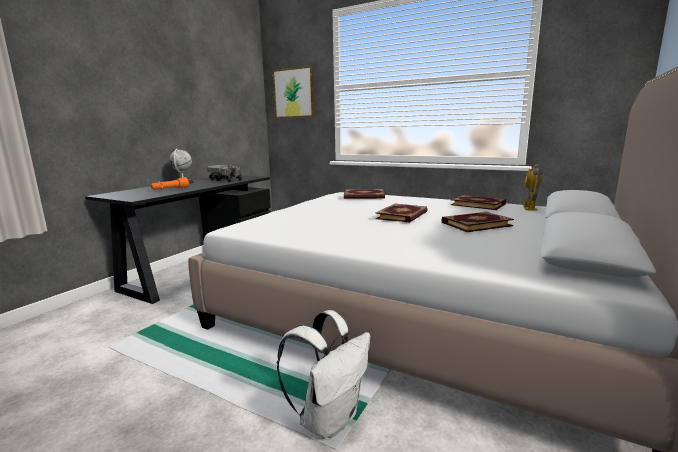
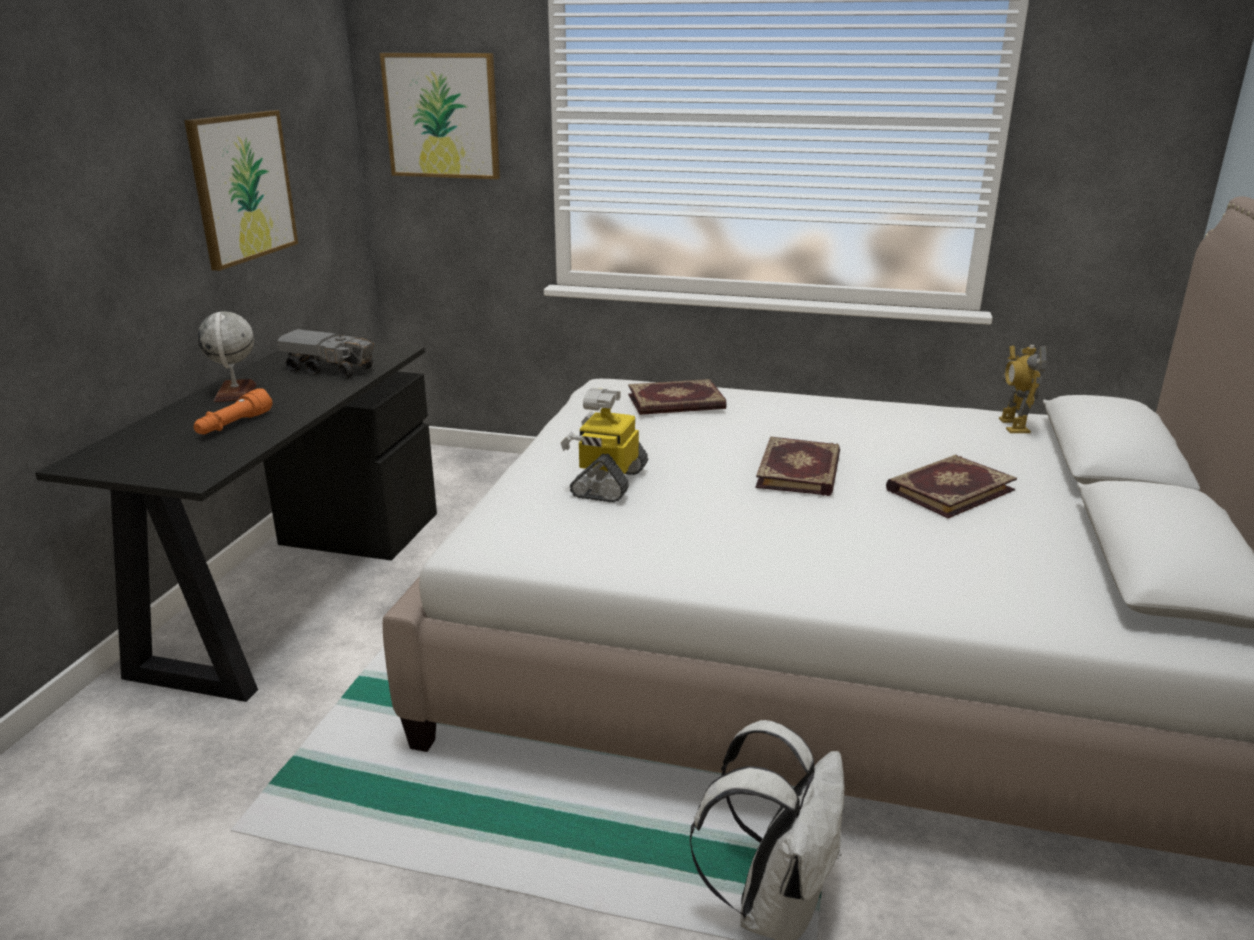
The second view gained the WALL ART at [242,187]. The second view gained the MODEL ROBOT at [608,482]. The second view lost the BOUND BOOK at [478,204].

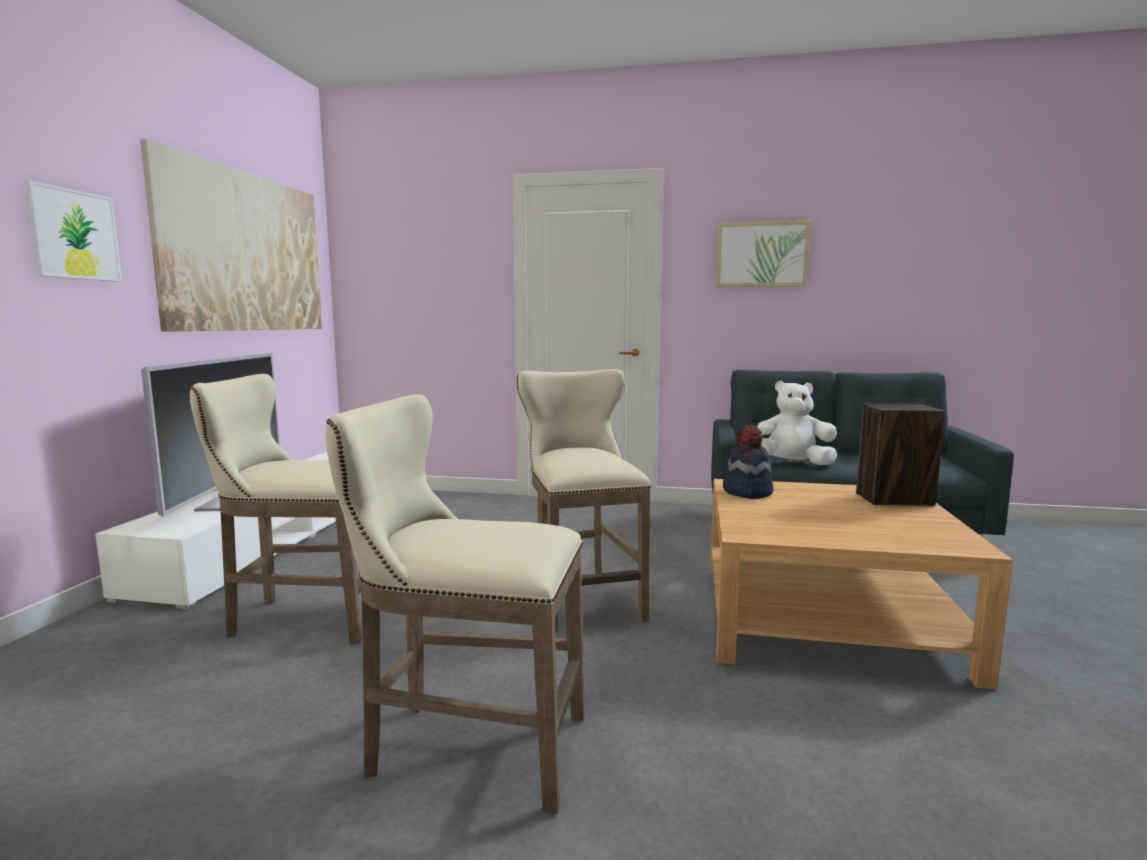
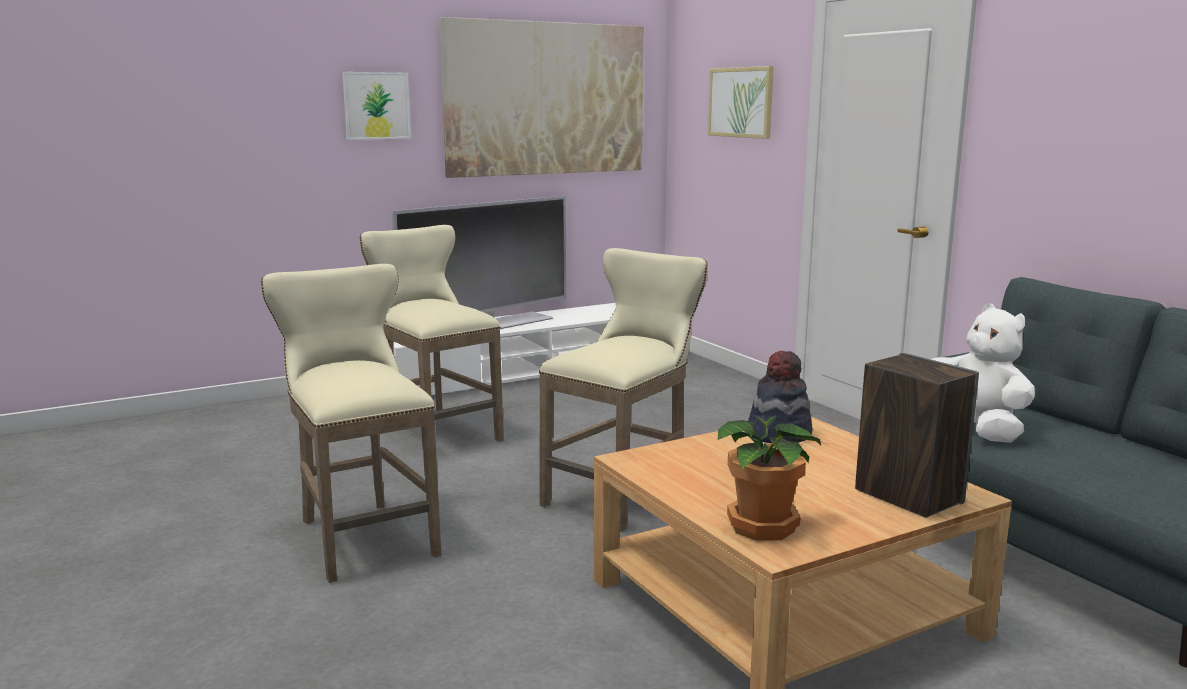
The WALL ART ended up elsewhere, having gone from [761,254] to [741,102]. The second view gained the PLANT IN A POT at [765,527].

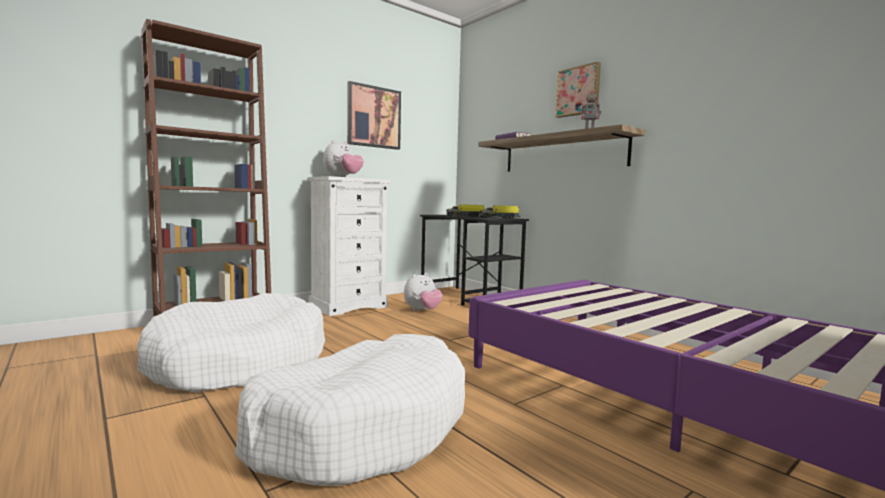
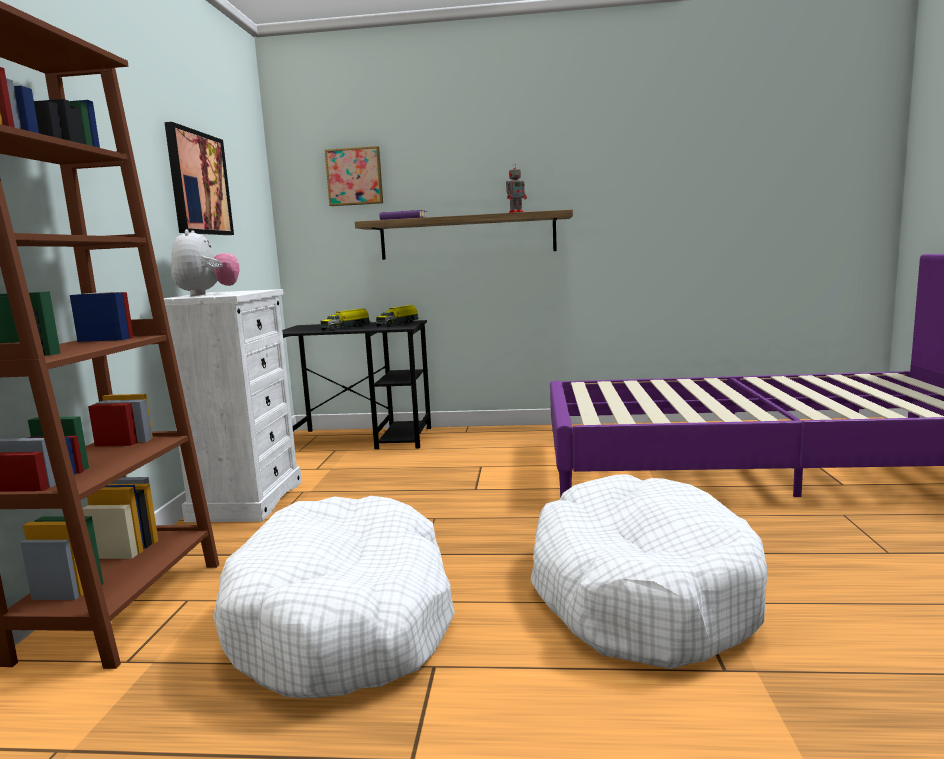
The WALL ART ended up elsewhere, having gone from [578,91] to [355,177]. The second view lost the SOFT TOY at [422,310].

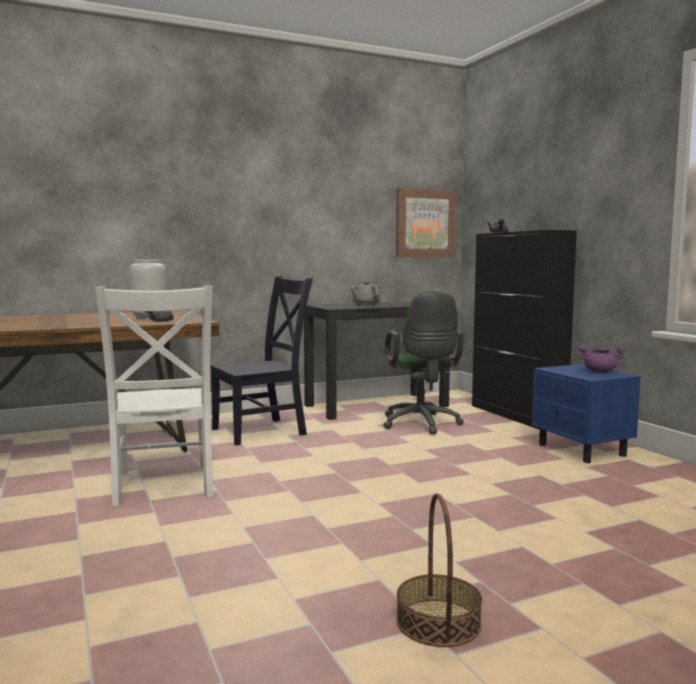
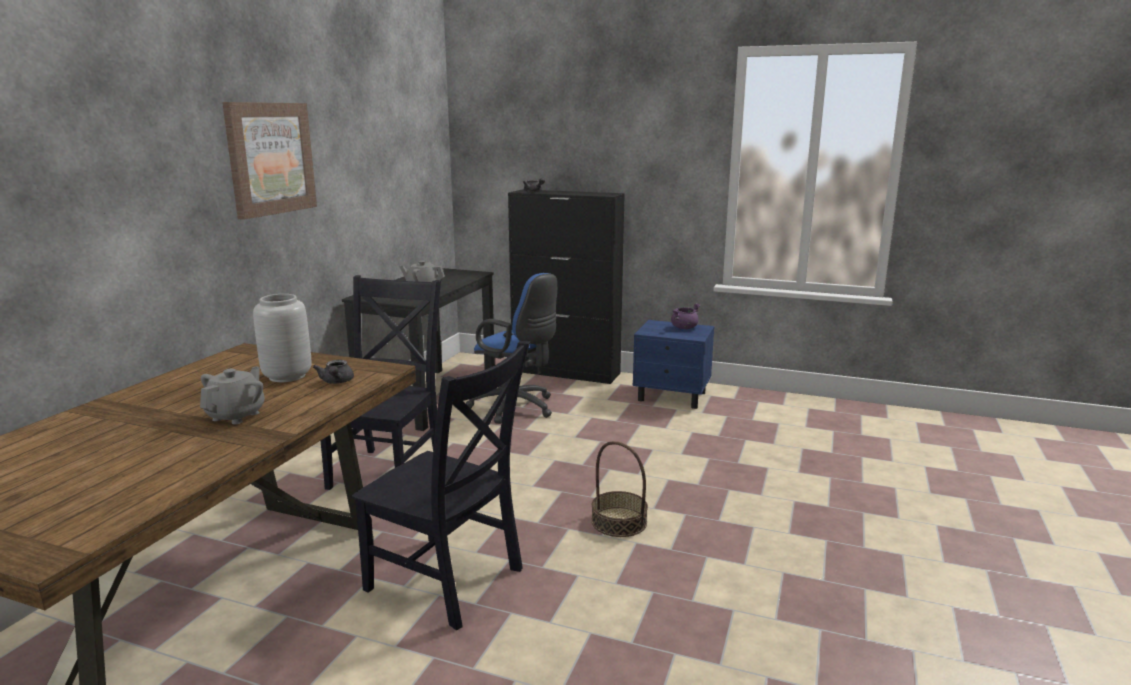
The second view gained the GREY TEA POT at [236,416]. The WALL ART ended up elsewhere, having gone from [425,224] to [270,158]. What was the WHITISH UPRIGHT CHAIR at [163,486] turned into the BLACKISH UPRIGHT CHAIR at [449,582]. What was the GREEN COMPUTER CHAIR at [421,424] turned into the BLUE-COLOURED COMPUTER CHAIR at [516,408]. The BASKET ended up elsewhere, having gone from [438,622] to [619,522].

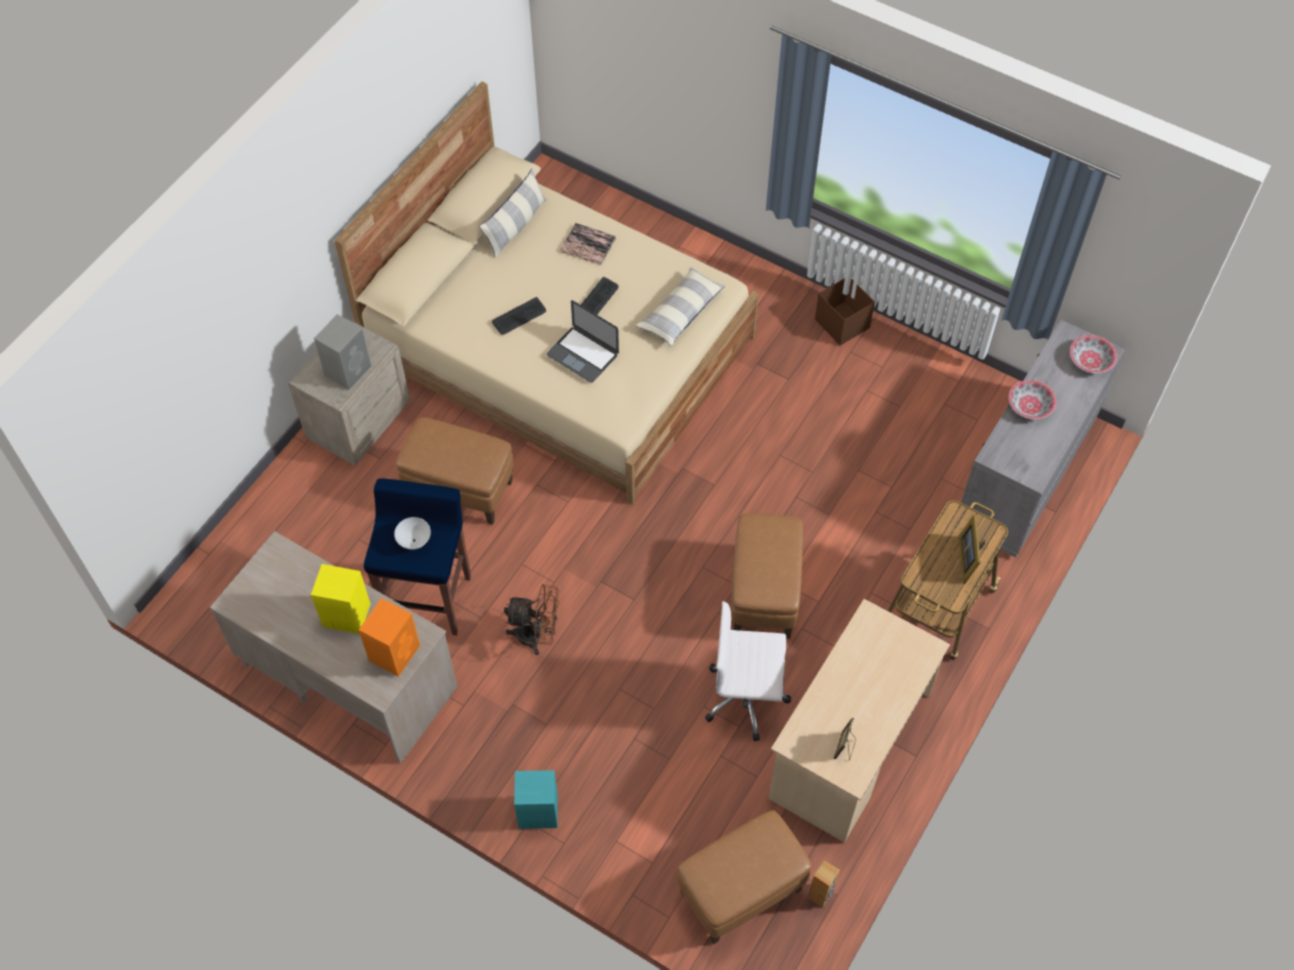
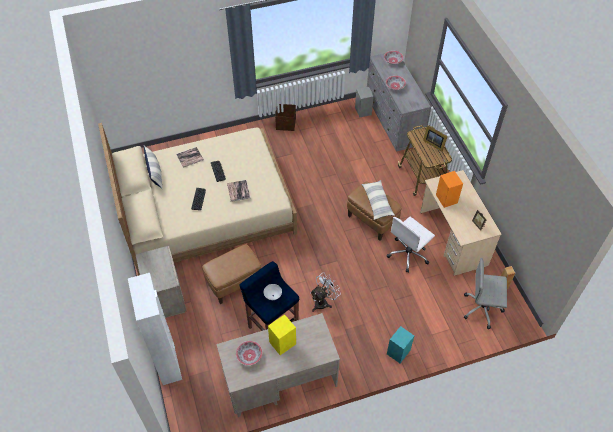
The second view gained the WHITISH CUPBOARD at [168,363]. Where the PORTABLE COMPUTER stood at [582,354], the BOUND BOOK came to stand at [238,191]. The second view gained the BOWL at [249,355]. What was the BROWN-COLOURED FAN at [537,636] turned into the WHITISH FAN at [323,302]. The GREY LOUDSPEAKER ended up elsewhere, having gone from [348,370] to [363,111]. The THROW PILLOW ended up elsewhere, having gone from [680,312] to [377,202]. The ORANGE-COLOURED LOUDSPEAKER ended up elsewhere, having gone from [395,652] to [446,198]. Where the BROWN-COLOURED FOOTREST stood at [741,891], the GREY COMPUTER CHAIR came to stand at [482,309].

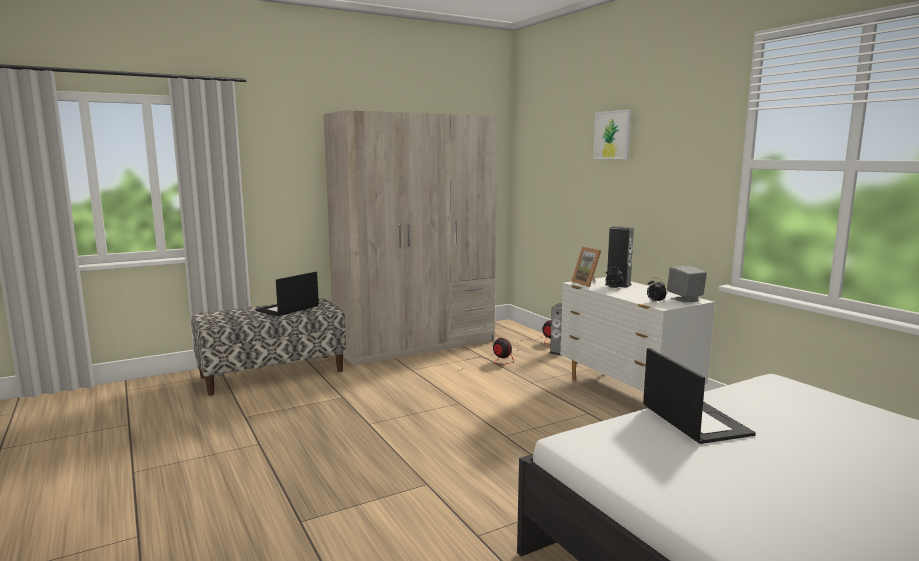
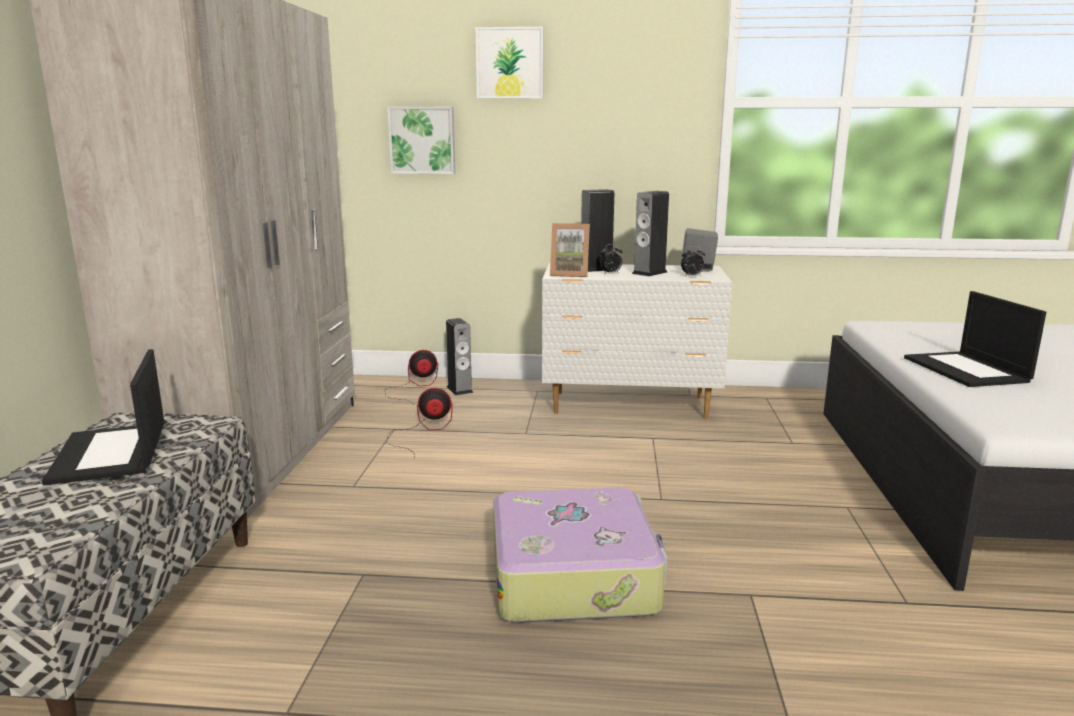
The second view gained the WALL ART at [422,140]. The second view gained the SUITCASE at [574,575]. The second view gained the LOUDSPEAKER at [649,273]. The PORTABLE COMPUTER at [693,420] ended up facing another way, 120 degrees counterclockwise from before.

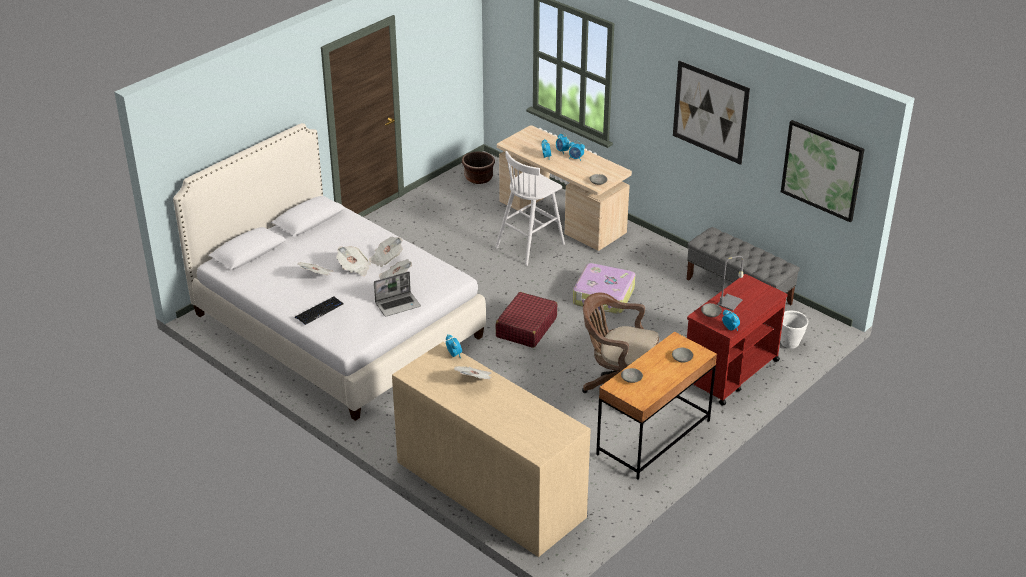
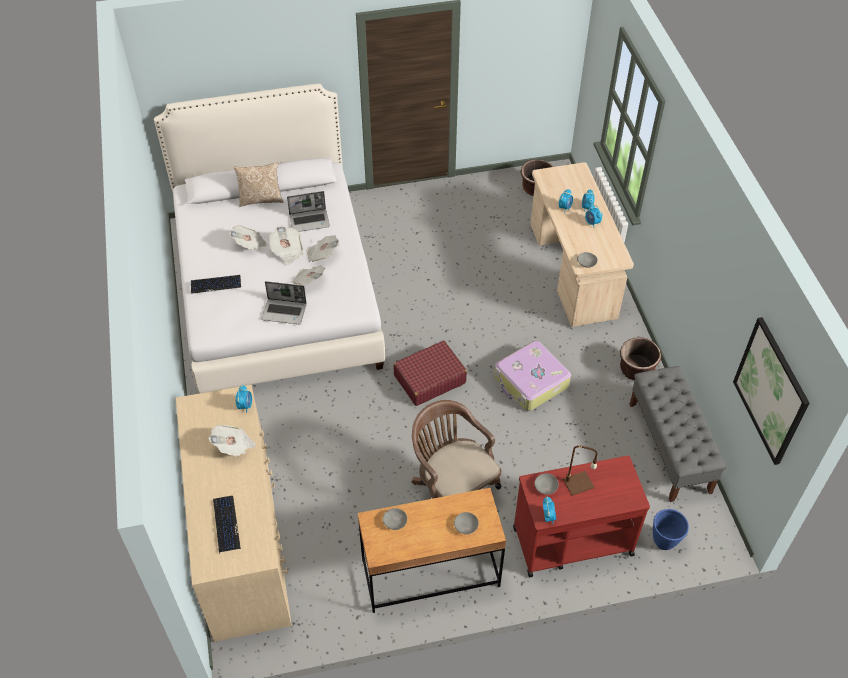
The second view gained the PC KEYBOARD at [226,524]. The second view gained the THROW PILLOW at [261,199]. The second view gained the PORTABLE COMPUTER at [310,221]. What was the GREY TABLE LAMP at [729,303] turned into the BROWN-COLOURED TABLE LAMP at [578,484]. The second view gained the BROWN-COLOURED PLANTER at [636,369]. What was the WHITISH PLANTER at [790,344] turned into the BLUE-COLOURED PLANTER at [664,542]. The second view lost the WHITISH STOOL SEAT at [531,245]. The second view lost the WALL ART at [710,112].

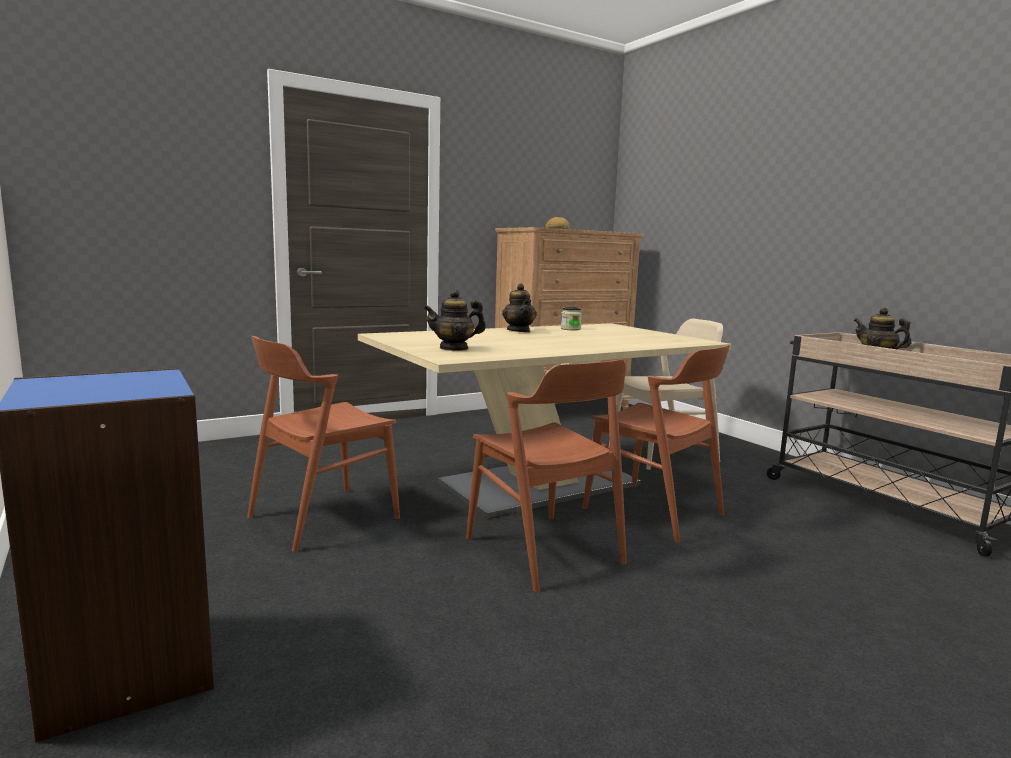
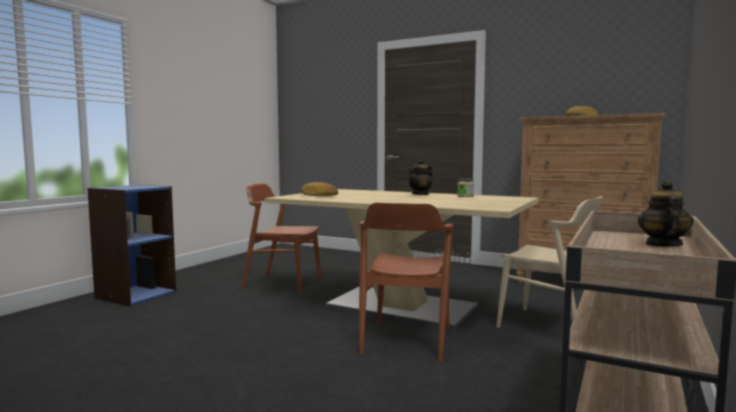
Where the TEA POT stood at [454,348], the BAKERY BREAD came to stand at [318,195]. The second view lost the BROWN-COLOURED UPRIGHT CHAIR at [544,550].

